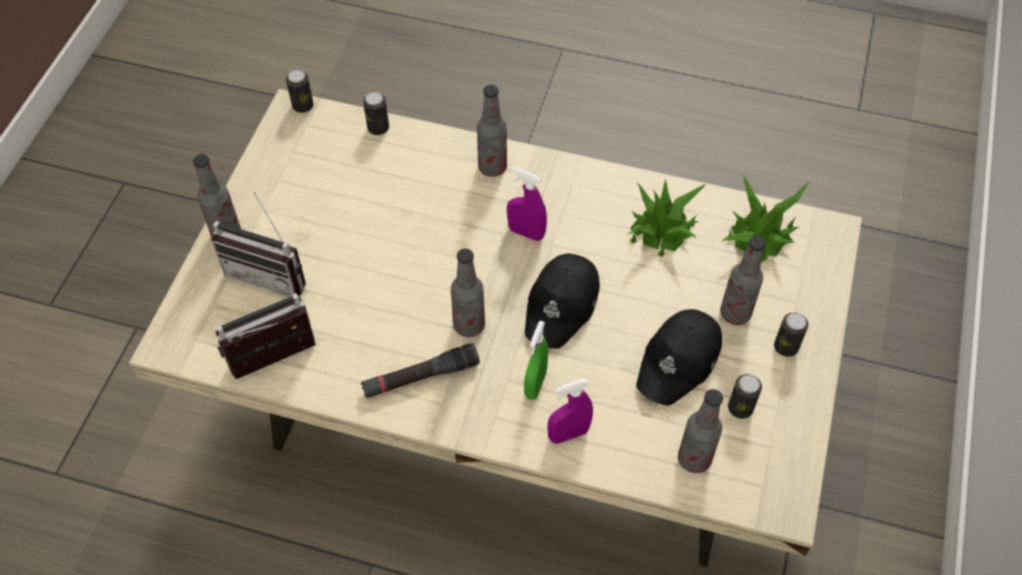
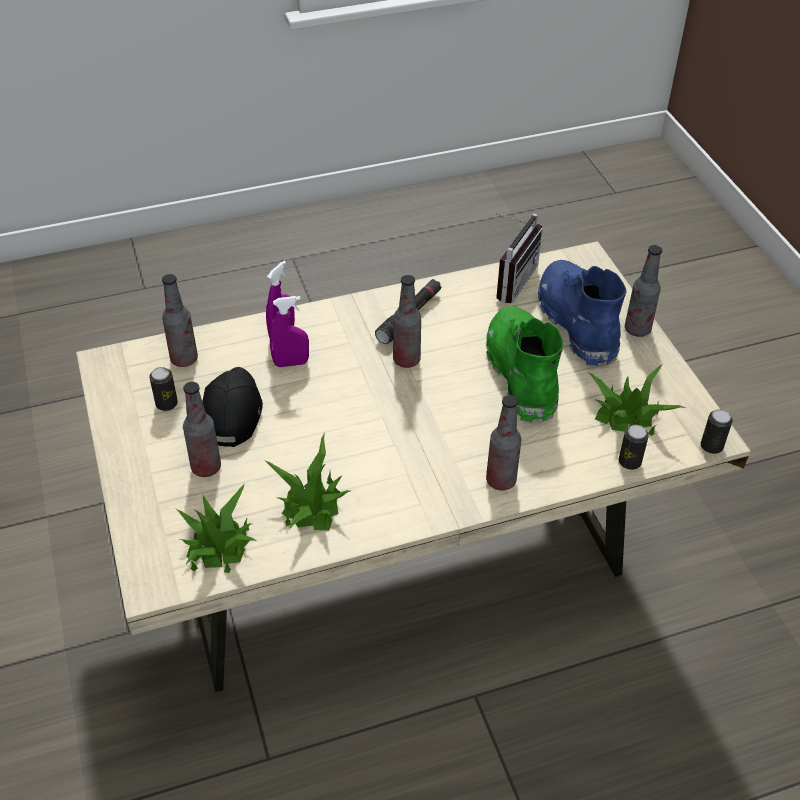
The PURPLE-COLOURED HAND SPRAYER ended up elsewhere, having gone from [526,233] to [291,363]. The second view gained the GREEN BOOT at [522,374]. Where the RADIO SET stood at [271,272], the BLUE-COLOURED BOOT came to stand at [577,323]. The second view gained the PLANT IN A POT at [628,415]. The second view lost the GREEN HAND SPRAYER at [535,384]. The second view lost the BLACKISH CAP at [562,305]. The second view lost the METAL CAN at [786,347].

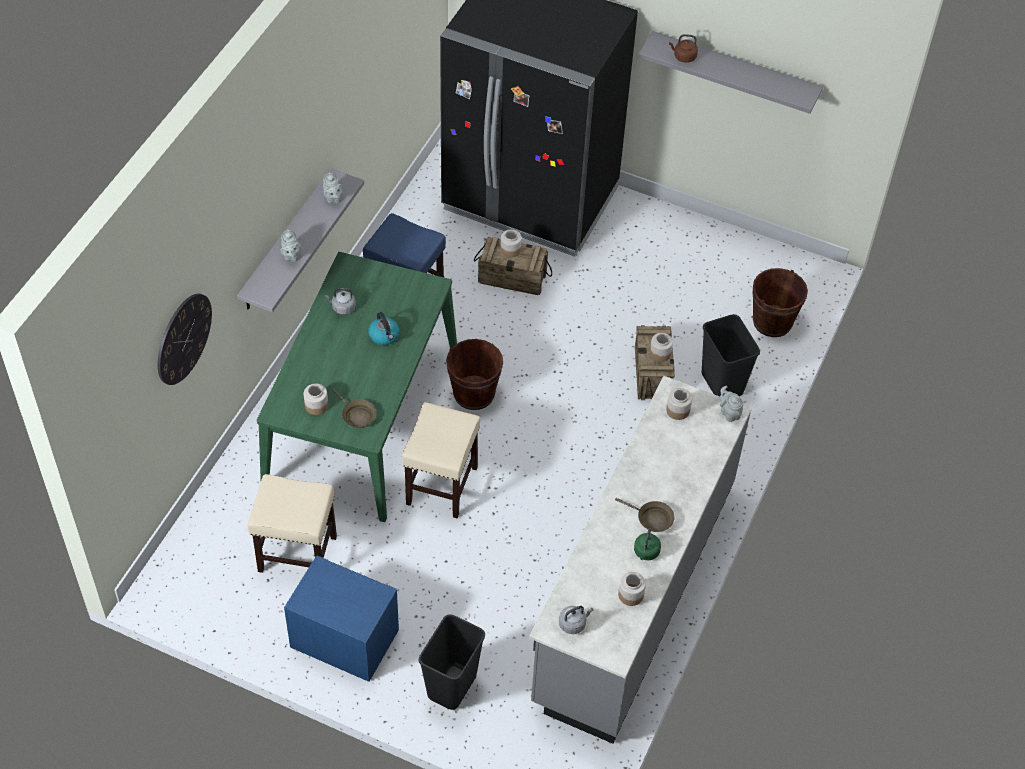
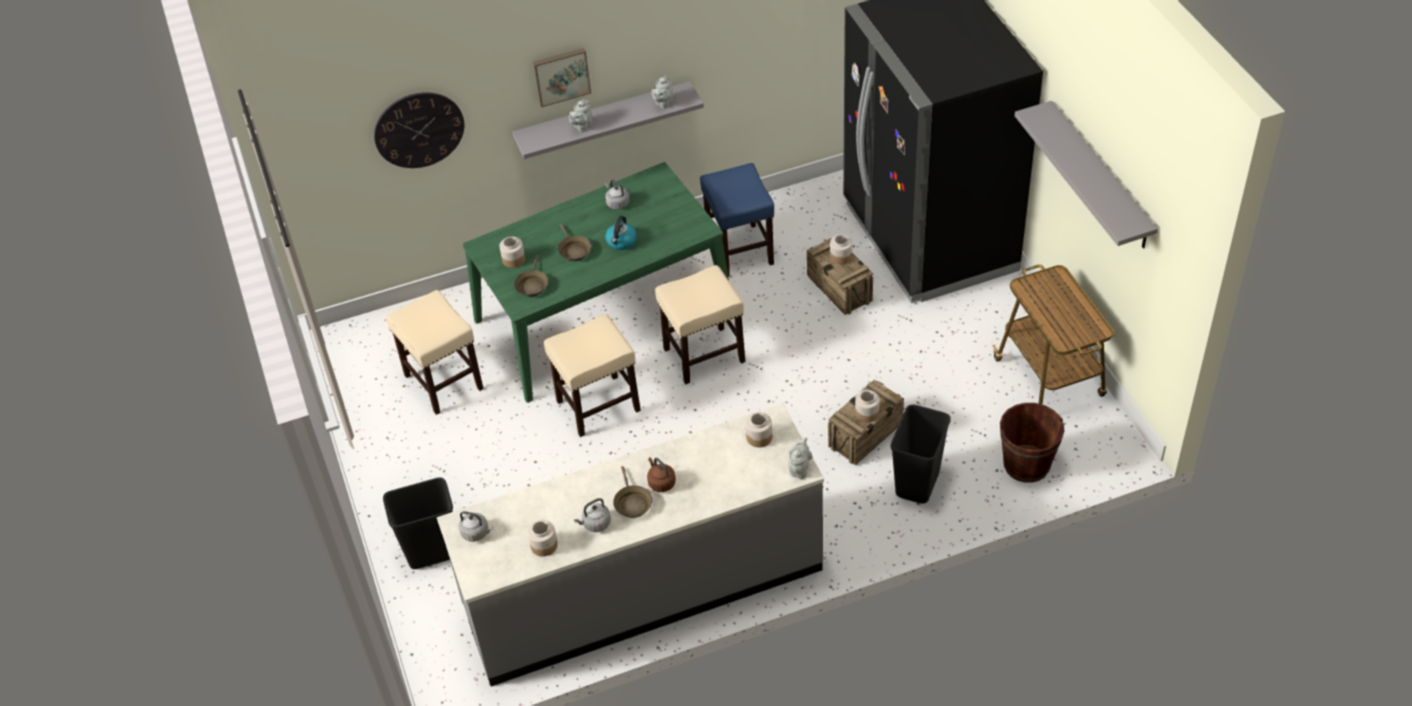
The second view gained the WALL ART at [561,75]. The second view gained the BROWN-COLOURED PAN at [573,250]. What was the GREEN WATER KETTLE at [646,553] turned into the GREY WATER KETTLE at [595,524]. The BROWN-COLOURED WATER KETTLE ended up elsewhere, having gone from [683,57] to [661,482]. Where the BROWN-COLOURED BUCKET stood at [474,394], the BEIGE-COLOURED STOOL SEAT came to stand at [703,355]. The second view gained the WHEELED CART at [1050,379]. The second view lost the BLUE-COLOURED NIGHTSTAND at [344,638].

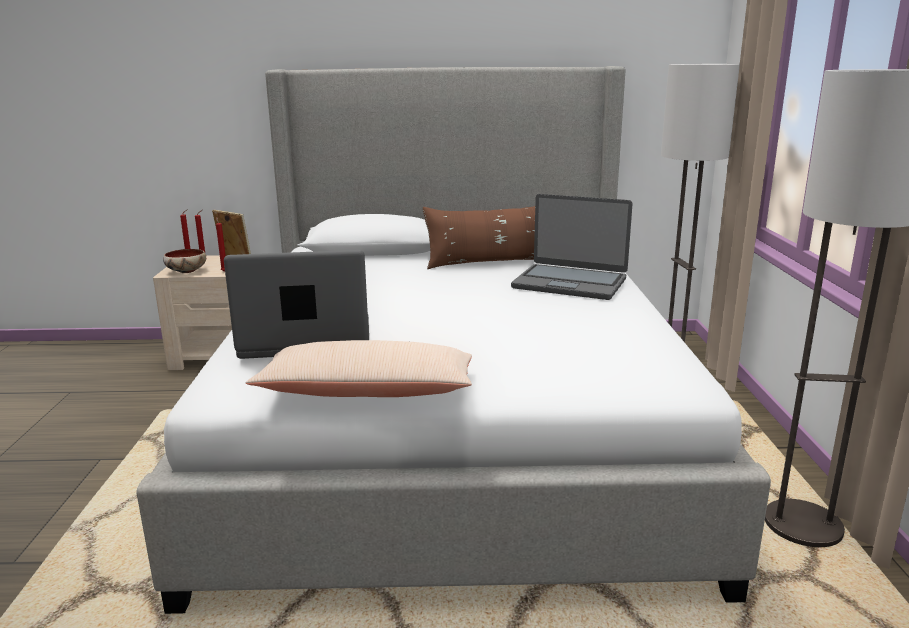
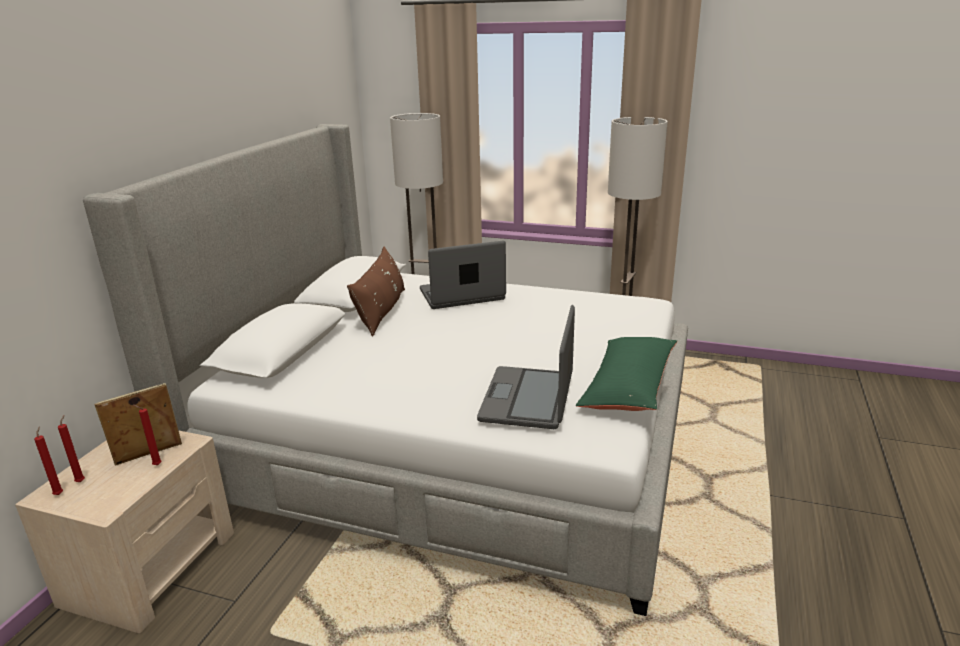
The PORTABLE COMPUTER at [570,283] ended up facing another way, 150 degrees counterclockwise from before. What was the BEIGE-COLOURED THROW PILLOW at [367,391] turned into the GREEN THROW PILLOW at [628,386]. The second view lost the BOWL at [186,271].

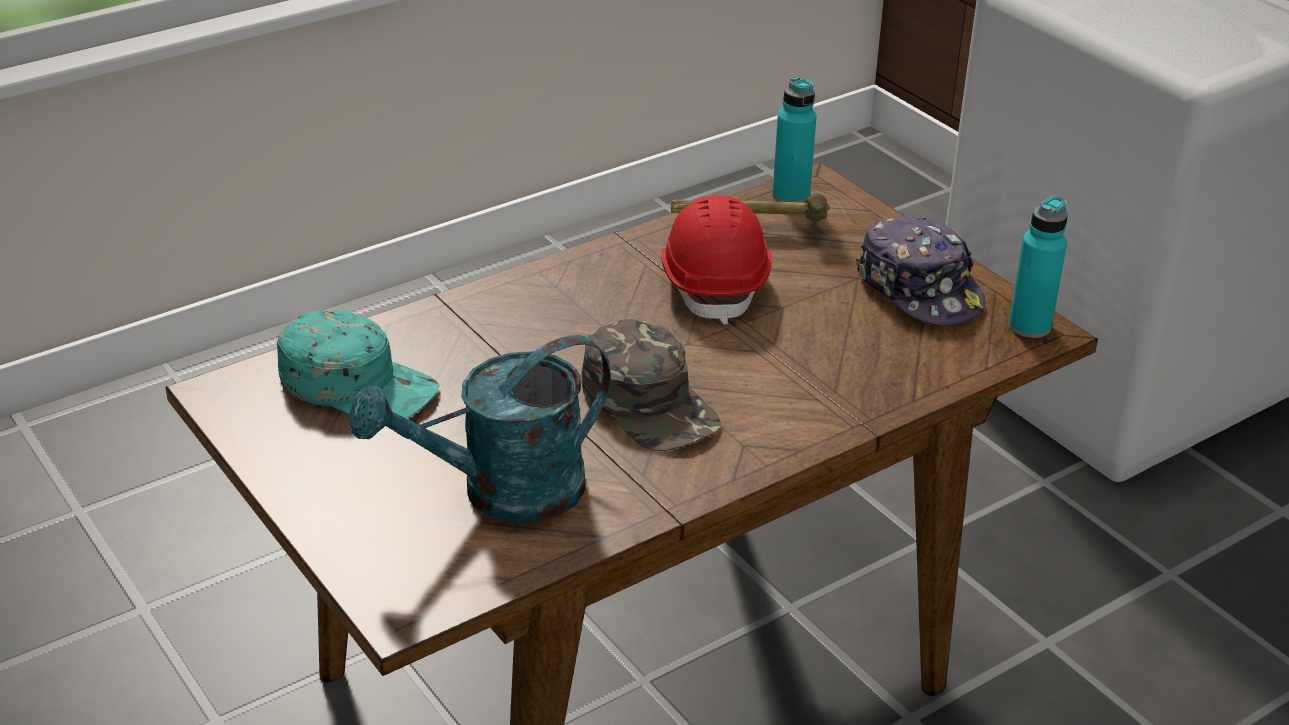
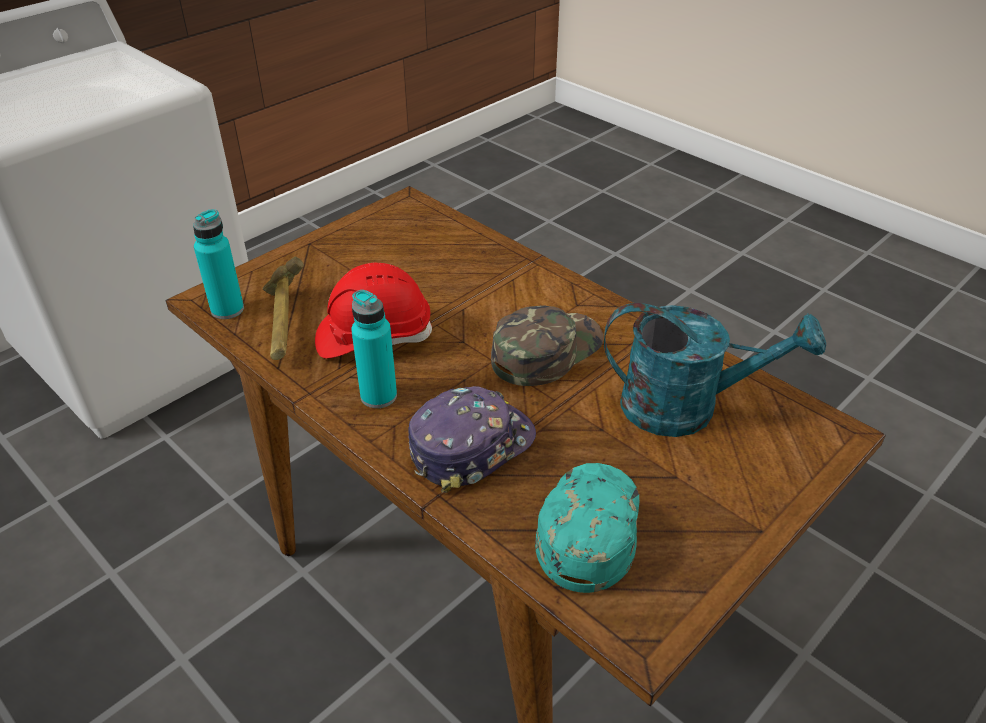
The BLUE-GREEN BEVERAGE BOTTLE ended up elsewhere, having gone from [1029,326] to [378,396]. The CAP ended up elsewhere, having gone from [920,289] to [471,446]. The BLUE-GREEN WATERING POT at [502,493] ended up facing another way, 45 degrees counterclockwise from before.

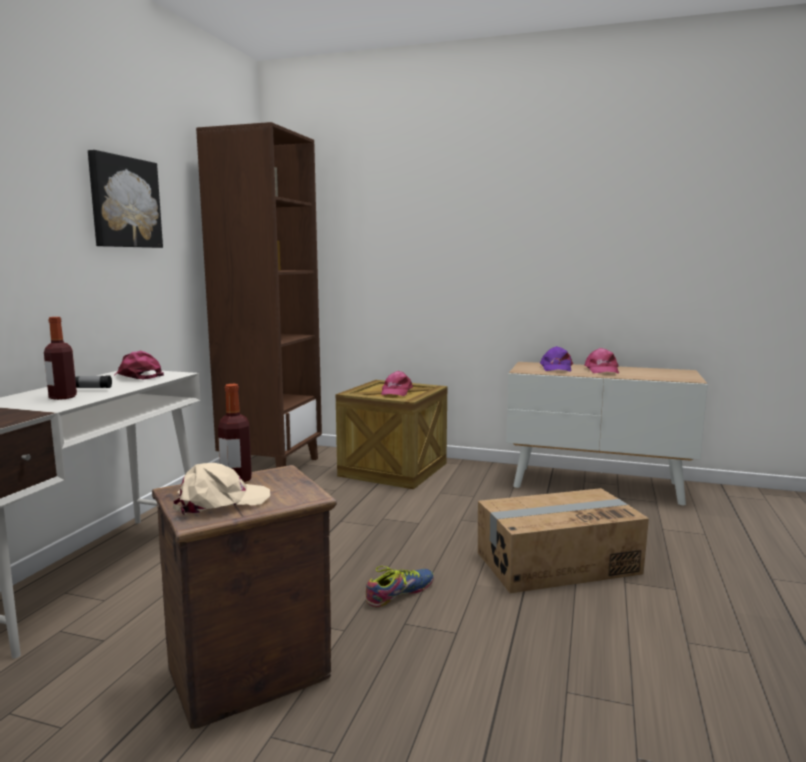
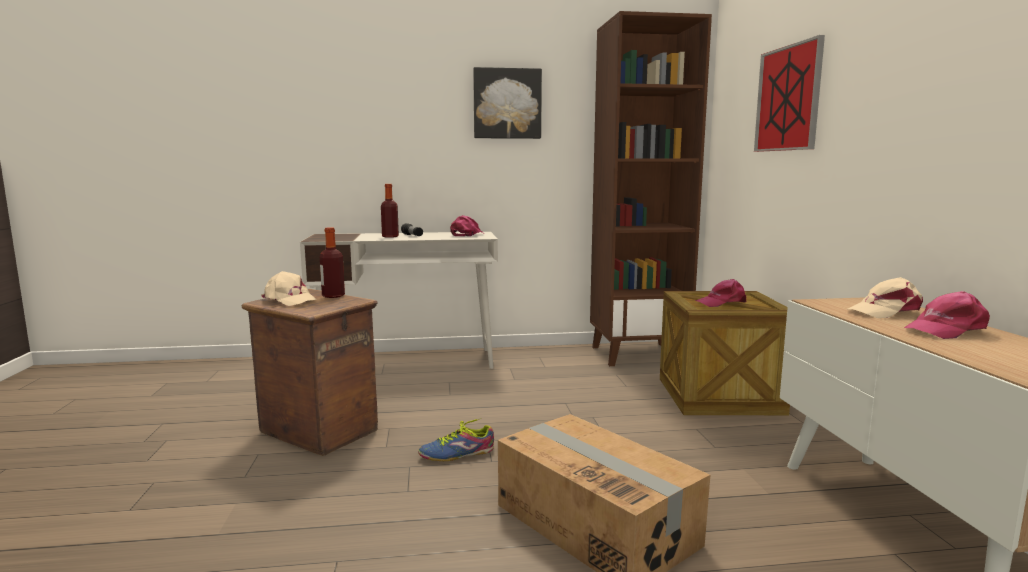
The LOW SHOE at [399,592] ended up facing another way, 135 degrees clockwise from before. The second view gained the WALL ART at [788,98]. What was the PURPLE-COLOURED CAP at [556,368] turned into the BEIGE-COLOURED CAP at [885,311].

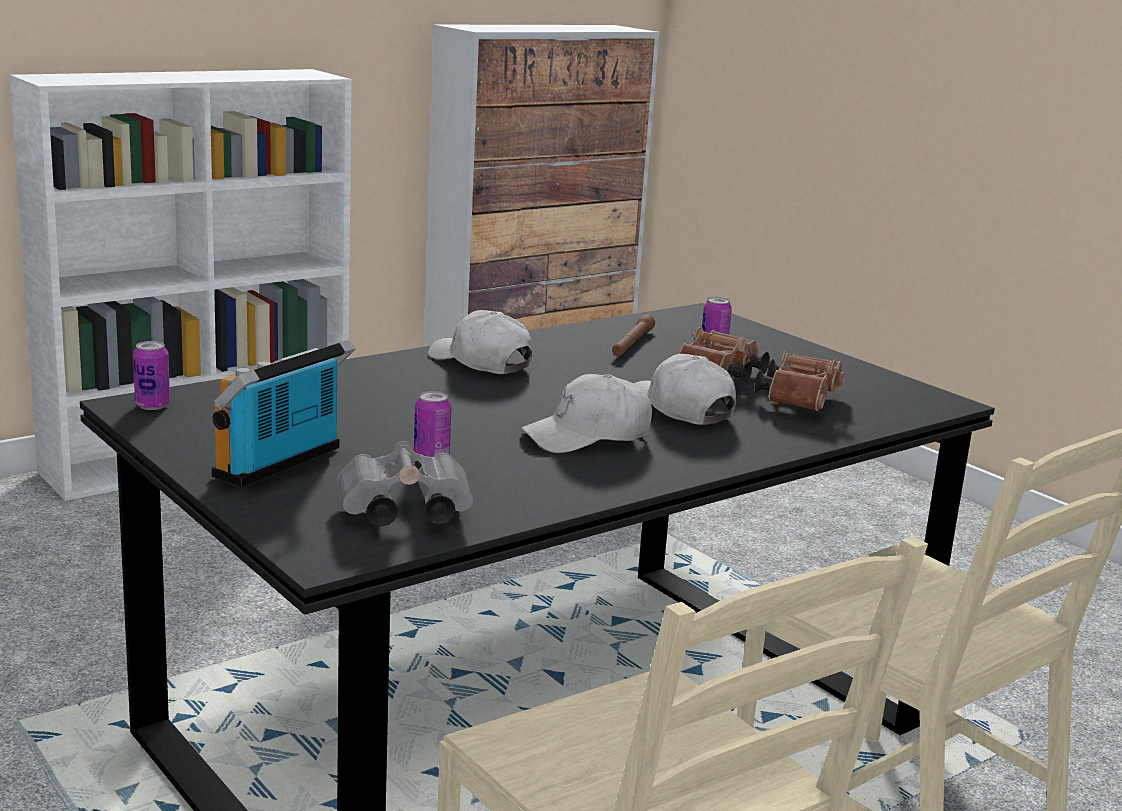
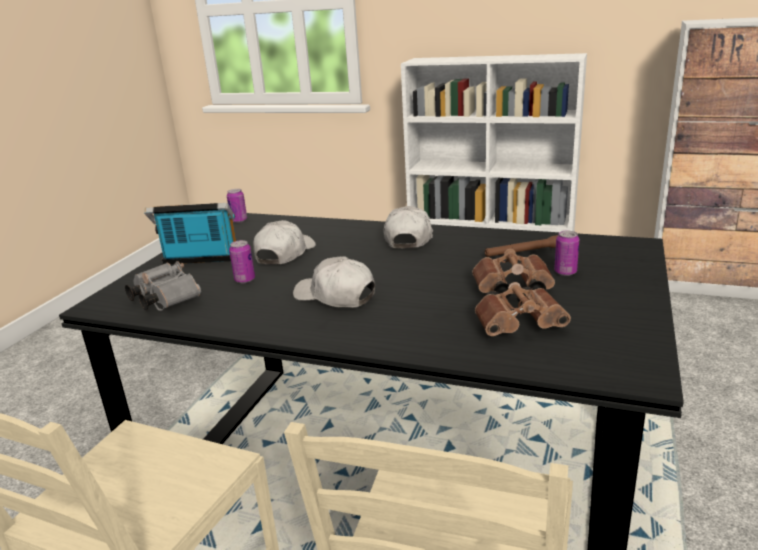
The WHITISH CAP ended up elsewhere, having gone from [679,409] to [284,254].

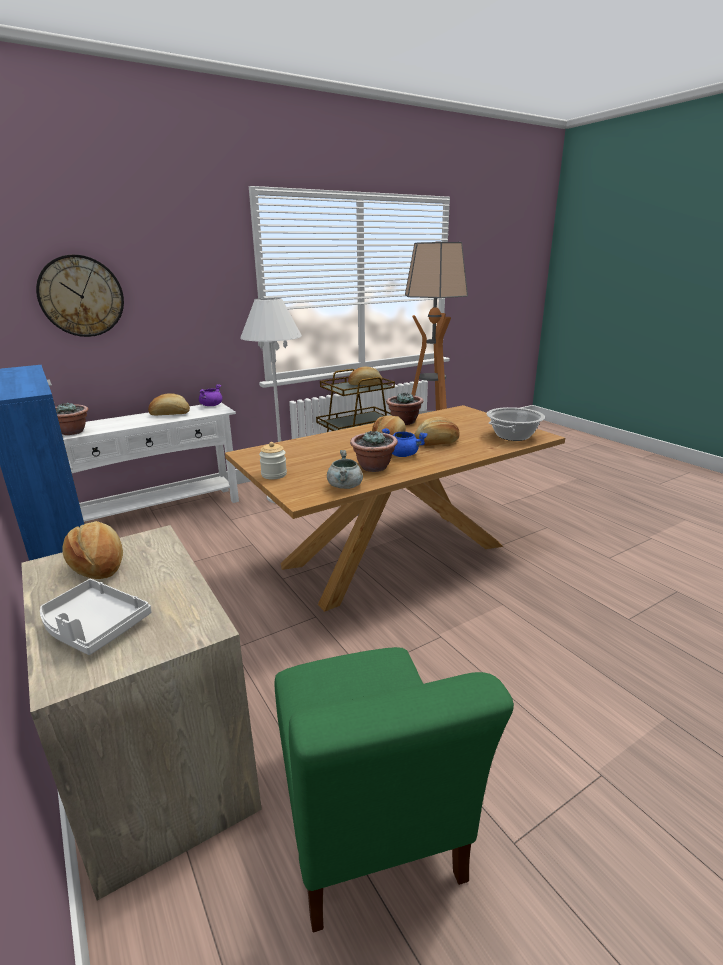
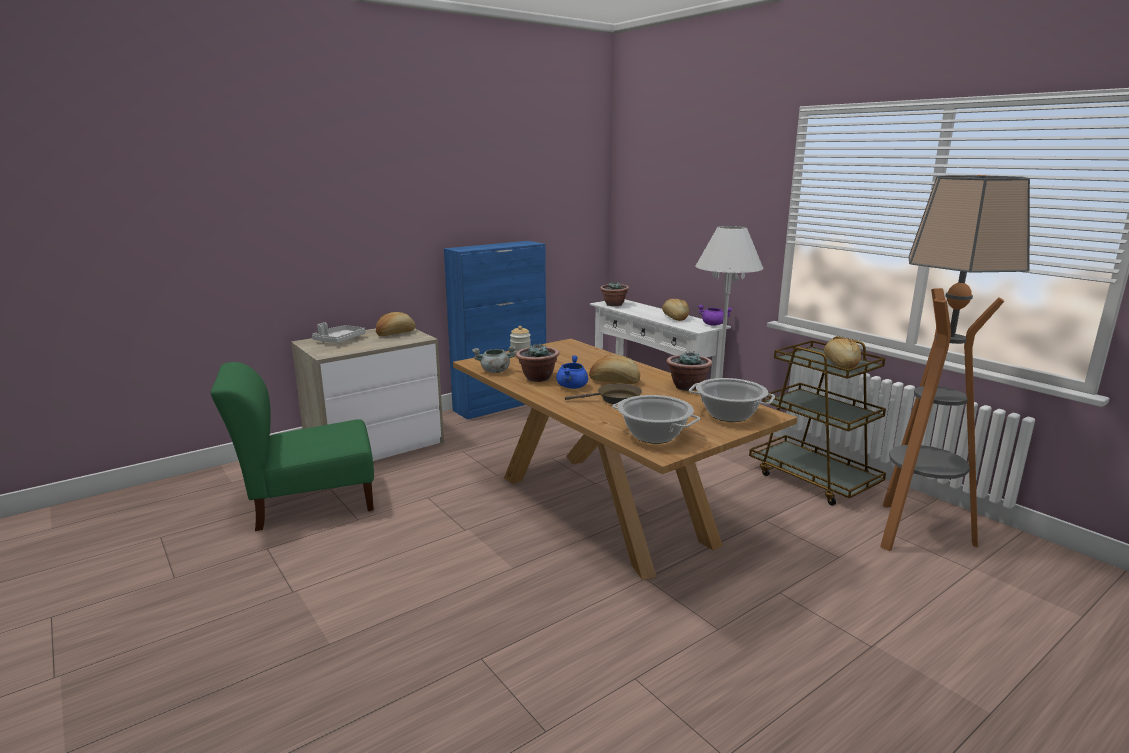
Where the BAKERY BREAD stood at [437,442], the BROWN-COLOURED PAN came to stand at [615,399]. The second view gained the SAUCEPOT at [729,415]. The second view lost the HANGING CLOCK at [81,296].

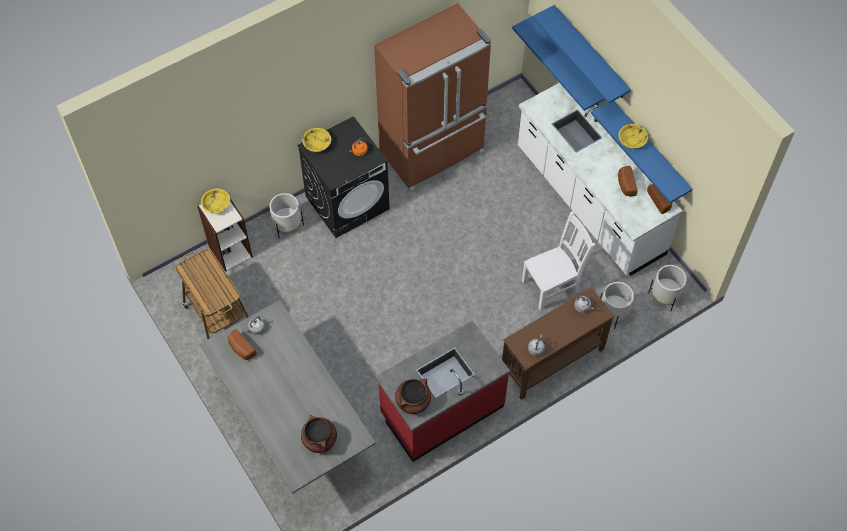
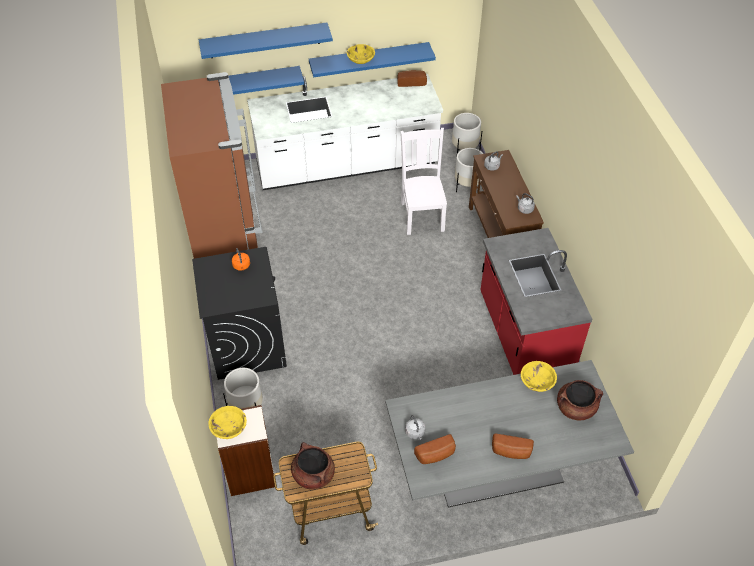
The BROWN-COLOURED SAUCEPOT ended up elsewhere, having gone from [413,401] to [313,475]. The BAKERY BREAD ended up elsewhere, having gone from [625,185] to [511,452]. The YELLOW-COLOURED BOWL ended up elsewhere, having gone from [317,144] to [537,382].

